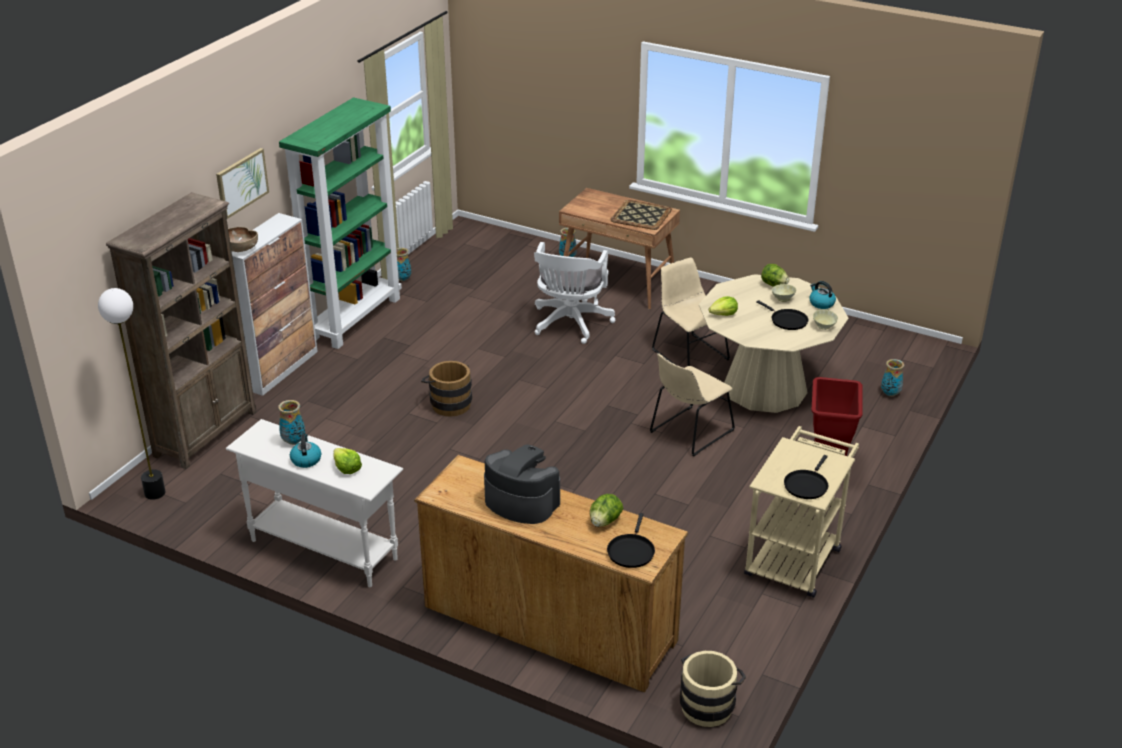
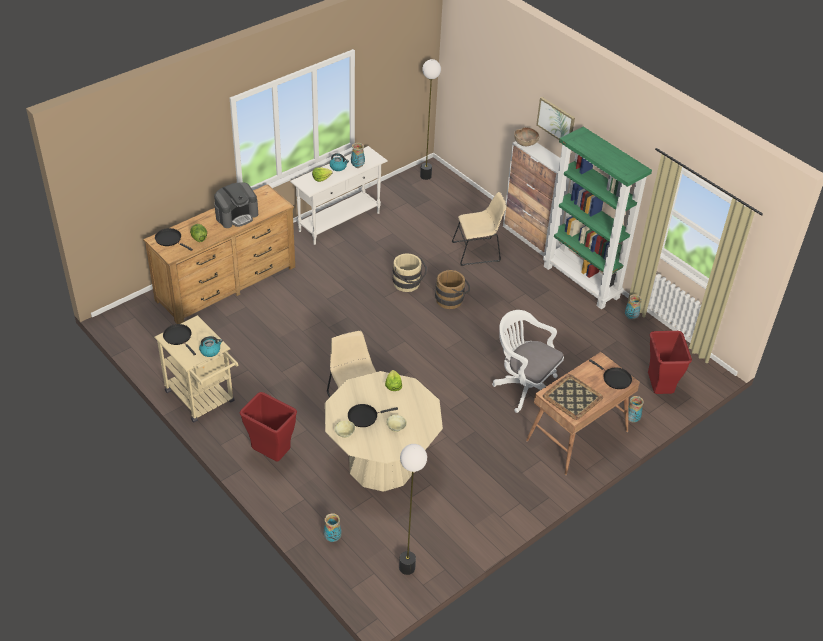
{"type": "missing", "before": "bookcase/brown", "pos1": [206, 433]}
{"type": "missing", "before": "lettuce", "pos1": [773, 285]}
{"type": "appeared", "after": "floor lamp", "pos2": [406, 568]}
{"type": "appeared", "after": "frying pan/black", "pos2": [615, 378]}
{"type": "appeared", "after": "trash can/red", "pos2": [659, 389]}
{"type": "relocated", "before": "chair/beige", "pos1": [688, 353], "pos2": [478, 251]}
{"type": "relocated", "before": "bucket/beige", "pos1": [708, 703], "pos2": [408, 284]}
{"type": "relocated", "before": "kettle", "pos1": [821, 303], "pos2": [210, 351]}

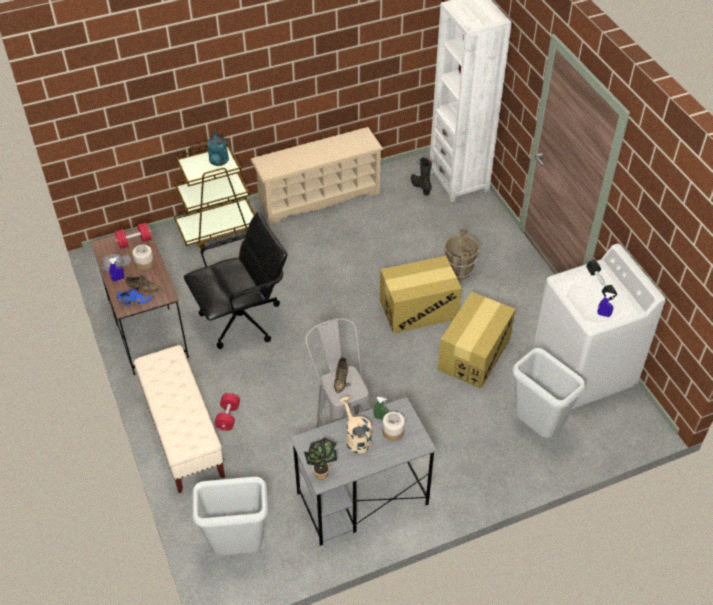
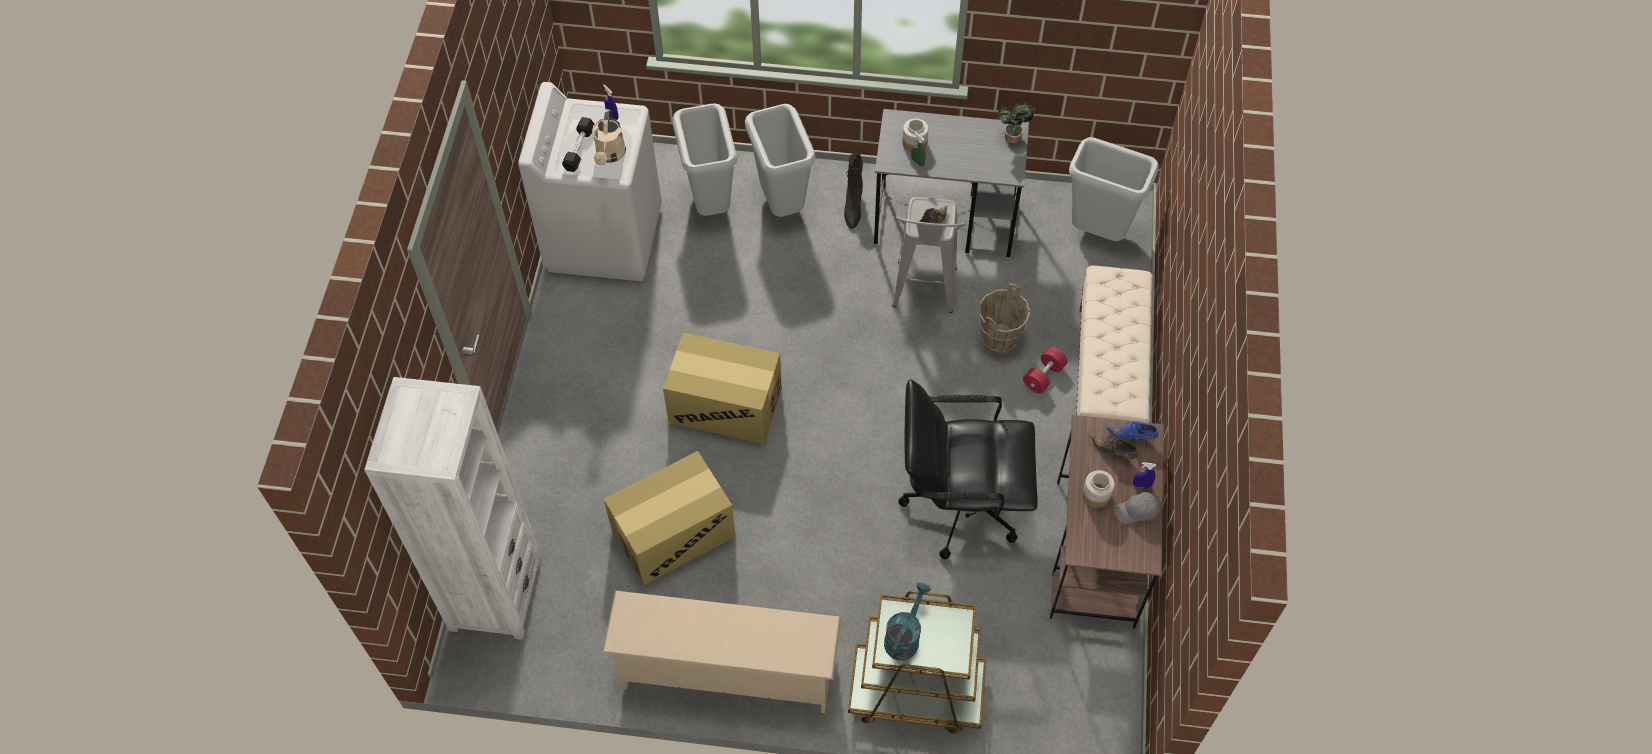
{"type": "missing", "before": "dumbbell/red", "pos1": [134, 242]}
{"type": "appeared", "after": "trash can/grey", "pos2": [783, 205]}
{"type": "relocated", "before": "watering can/beige", "pos1": [356, 438], "pos2": [610, 155]}
{"type": "relocated", "before": "boot/black", "pos1": [420, 187], "pos2": [853, 208]}
{"type": "relocated", "before": "cardboard box", "pos1": [474, 354], "pos2": [674, 533]}
{"type": "relocated", "before": "bucket/brown", "pos1": [458, 271], "pos2": [999, 339]}

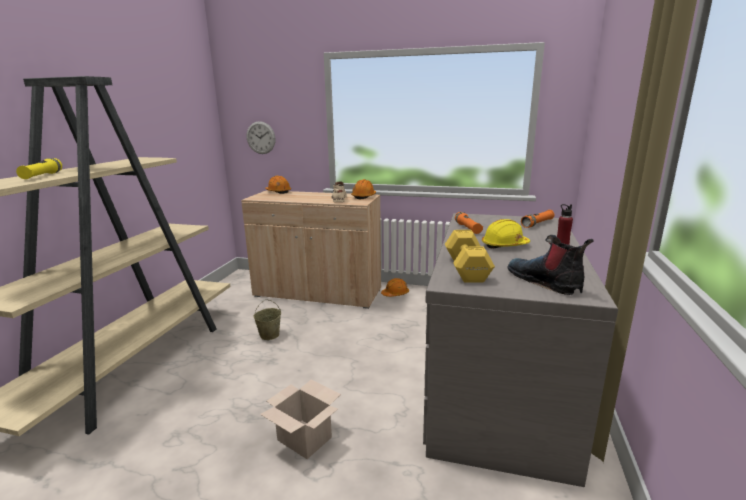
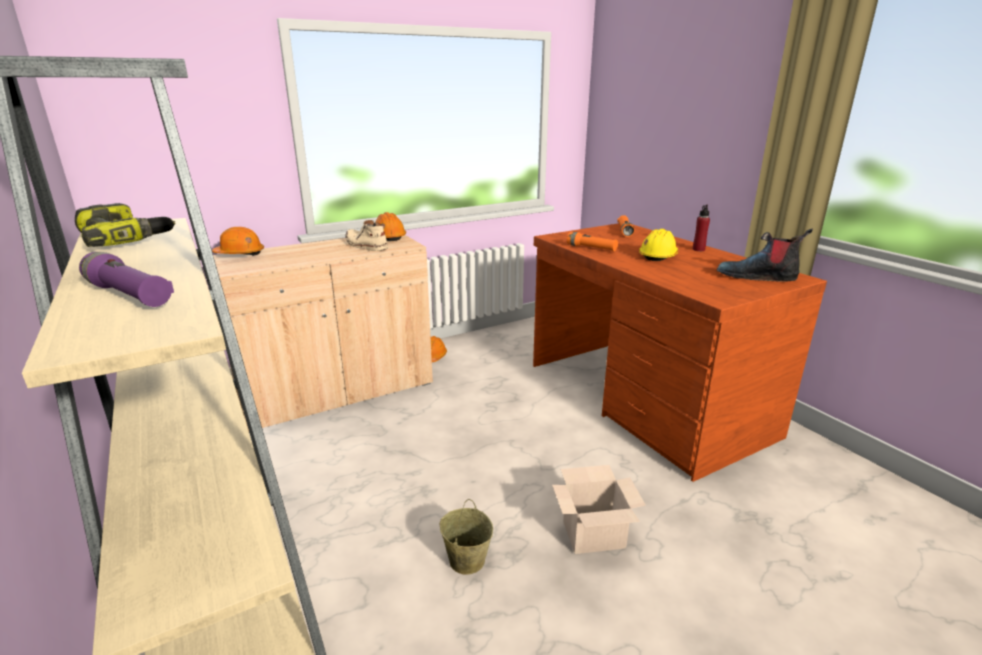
{"type": "missing", "before": "wall clock", "pos1": [260, 137]}
{"type": "missing", "before": "dumbbell/yellow", "pos1": [466, 270]}
{"type": "appeared", "after": "power drill", "pos2": [126, 239]}
{"type": "relocated", "before": "bucket/beige", "pos1": [269, 335], "pos2": [466, 560]}
{"type": "colour", "before": "flashlight/yellow", "after": "flashlight/purple", "pos1": [42, 176], "pos2": [129, 295]}
{"type": "colour", "before": "desk/grey", "after": "desk/brown", "pos1": [497, 384], "pos2": [644, 399]}

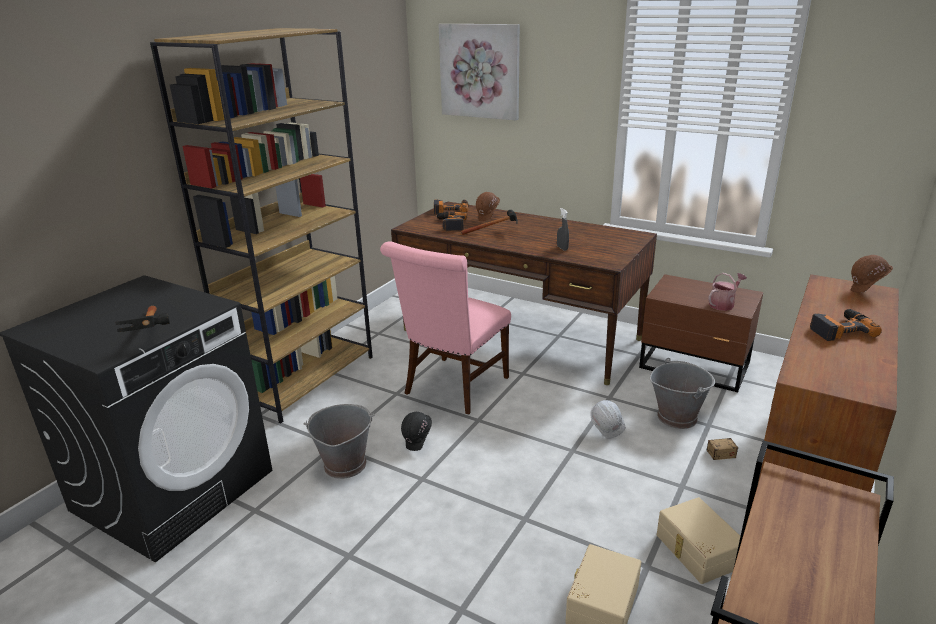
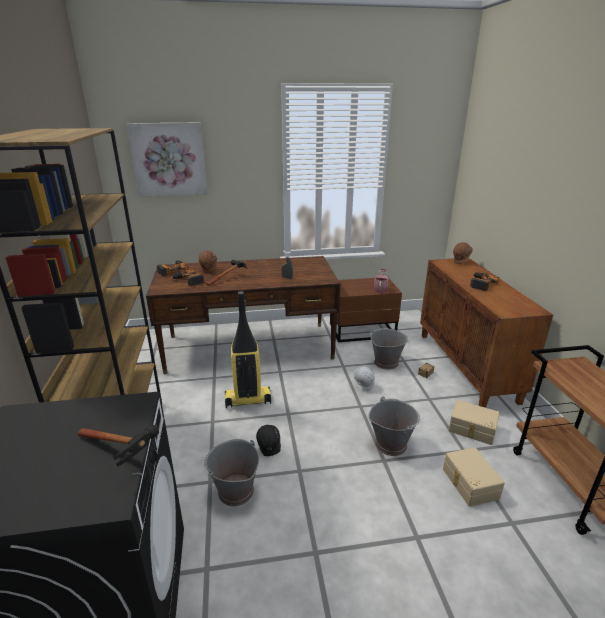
{"type": "appeared", "after": "bucket/grey", "pos2": [391, 444]}
{"type": "exchanged", "before": "chair/pink", "after": "vacuum cleaner", "pos1": [453, 388], "pos2": [247, 400]}

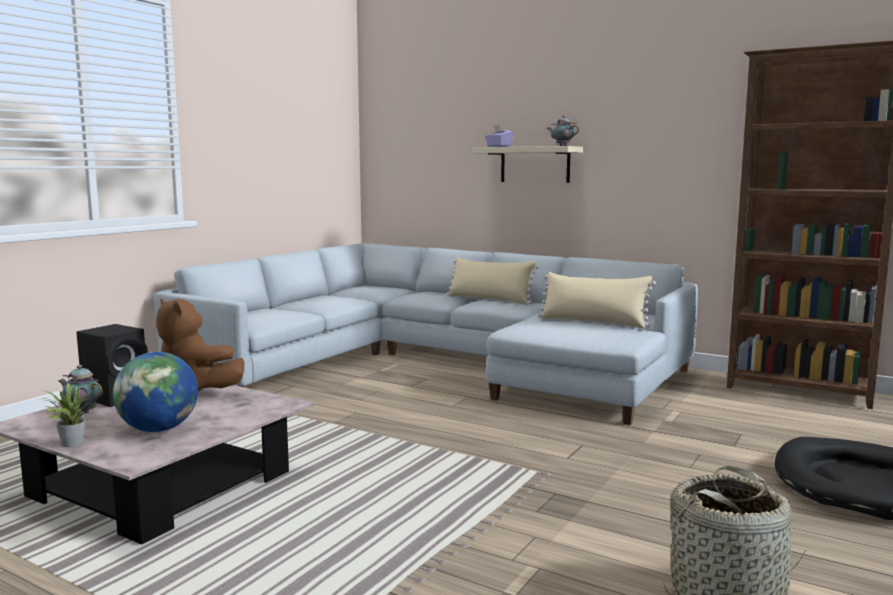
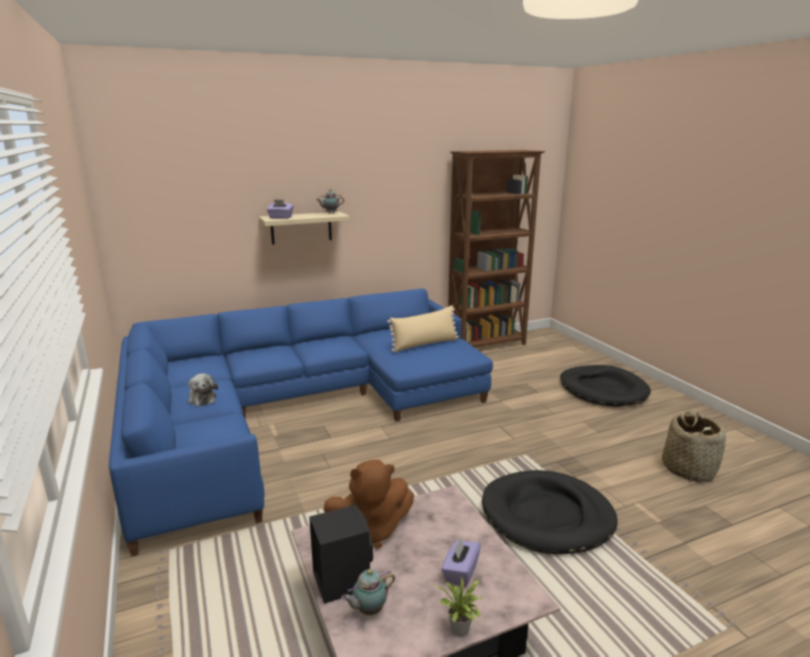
{"type": "missing", "before": "pillow/beige", "pos1": [490, 299]}
{"type": "appeared", "after": "plush toy", "pos2": [201, 398]}
{"type": "appeared", "after": "dog bed/black", "pos2": [547, 516]}
{"type": "exchanged", "before": "globe", "after": "tissue box/purple", "pos1": [159, 429], "pos2": [460, 572]}
{"type": "colour", "before": "sofa/grey", "after": "sofa/blue", "pos1": [438, 364], "pos2": [296, 410]}

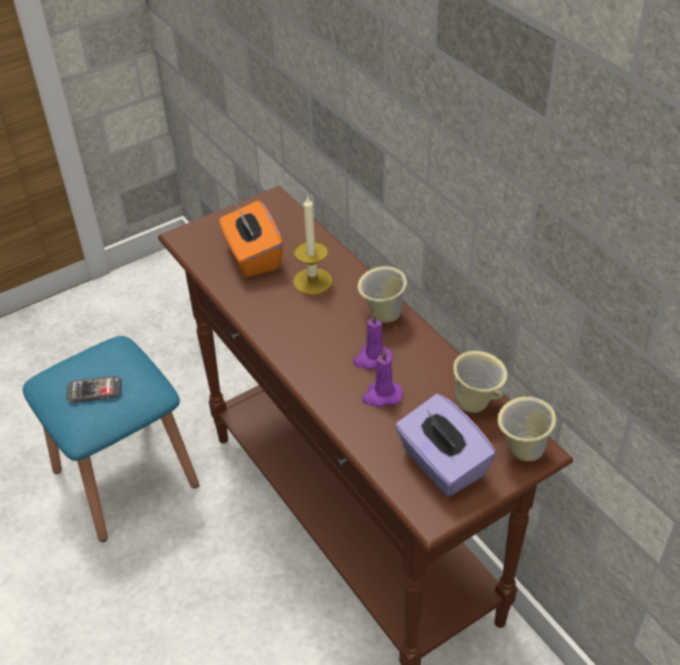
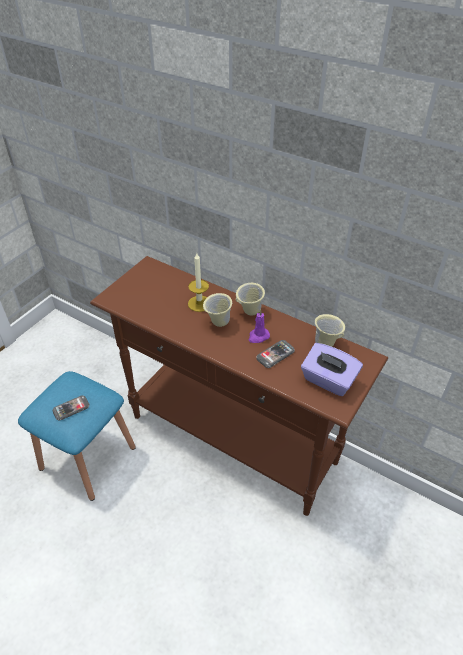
{"type": "missing", "before": "tissue box/orange", "pos1": [253, 257]}
{"type": "relocated", "before": "mug/beige", "pos1": [521, 452], "pos2": [218, 323]}
{"type": "exchanged", "before": "candle/purple", "after": "phone", "pos1": [381, 396], "pos2": [275, 354]}

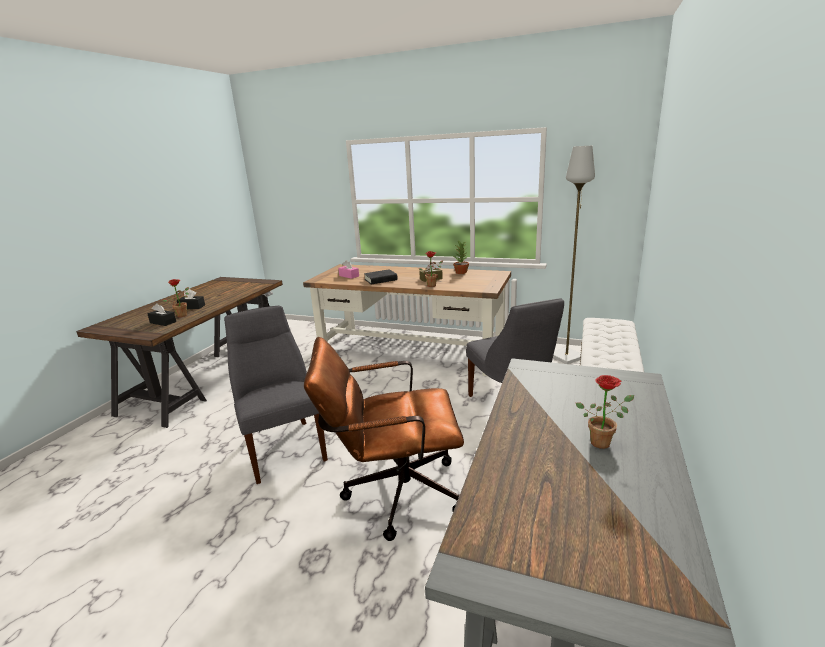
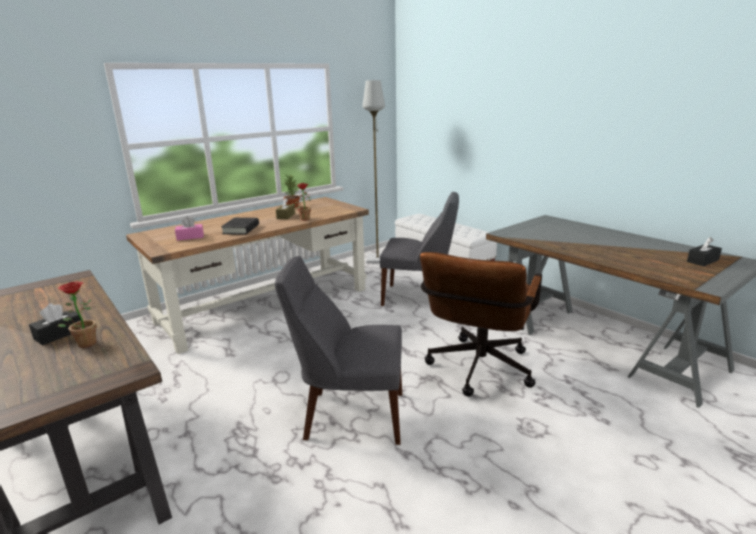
{"type": "missing", "before": "potted plant", "pos1": [603, 441]}
{"type": "relocated", "before": "tissue box/black", "pos1": [163, 322], "pos2": [702, 261]}

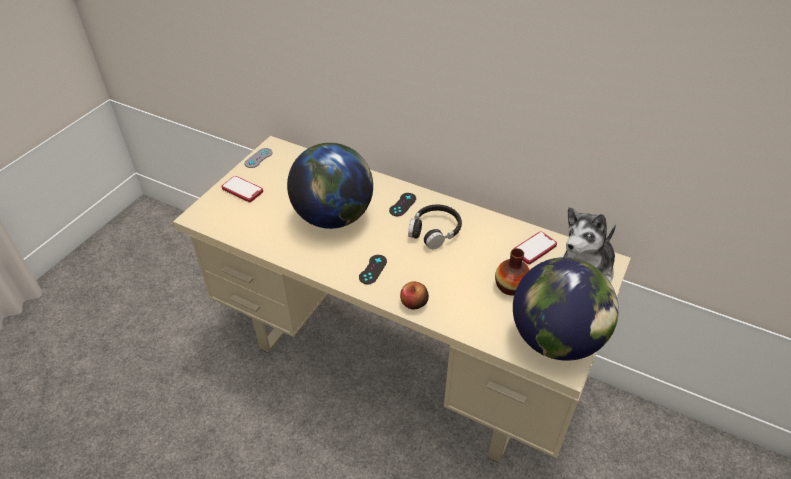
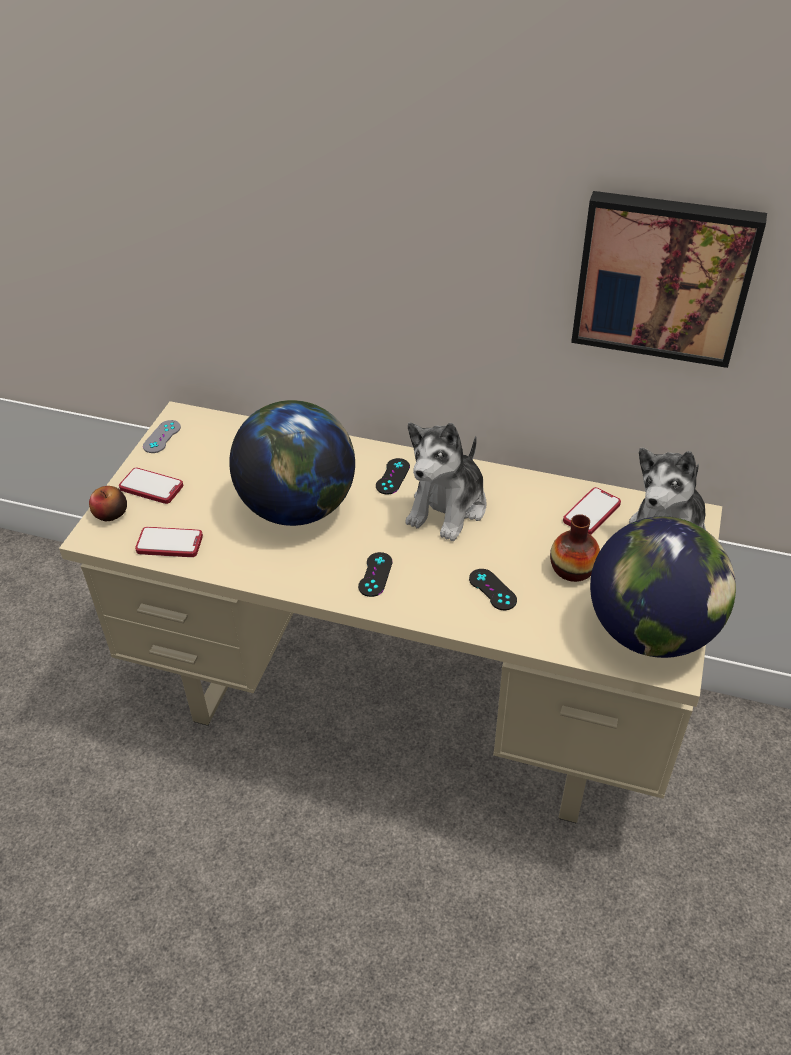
{"type": "appeared", "after": "phone", "pos2": [169, 543]}
{"type": "appeared", "after": "game controller/black", "pos2": [492, 589]}
{"type": "appeared", "after": "picture", "pos2": [663, 277]}
{"type": "relocated", "before": "apple", "pos1": [414, 302], "pos2": [110, 514]}
{"type": "exchanged", "before": "headphones/black", "after": "plush toy", "pos1": [435, 231], "pos2": [448, 507]}

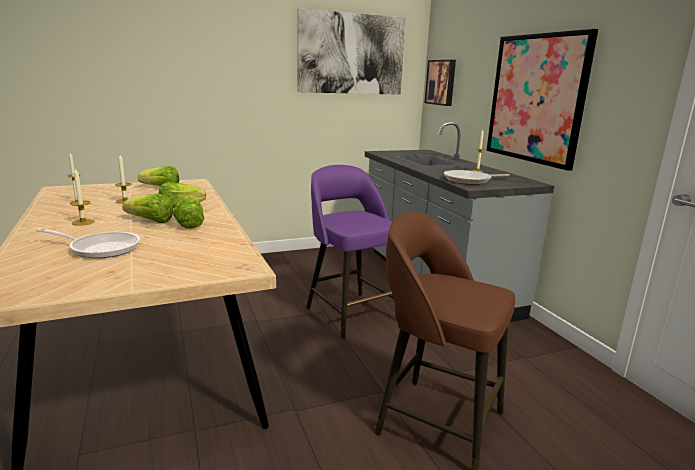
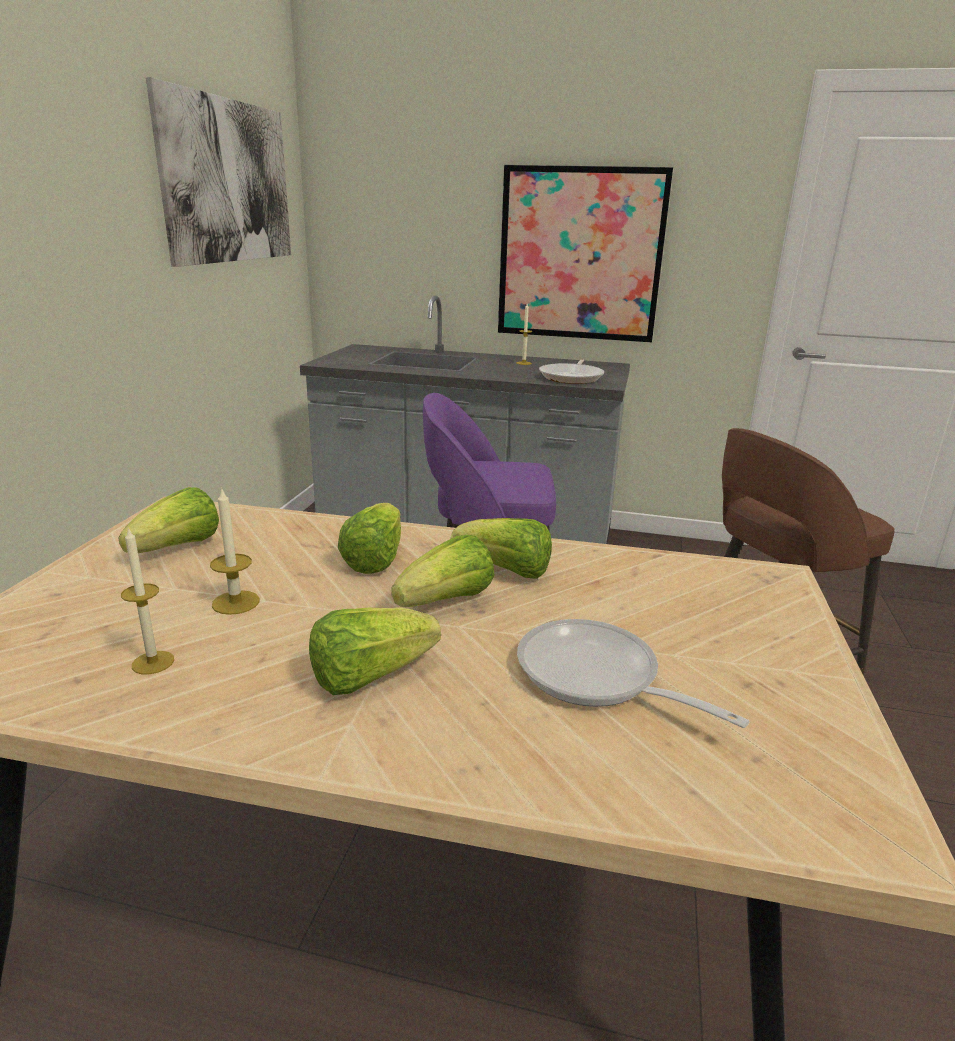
{"type": "missing", "before": "picture", "pos1": [441, 82]}
{"type": "exchanged", "before": "candle", "after": "lettuce", "pos1": [83, 222], "pos2": [369, 675]}
{"type": "spun", "before": "frying pan", "pos1": [100, 248], "pos2": [597, 678], "turn": -90}

